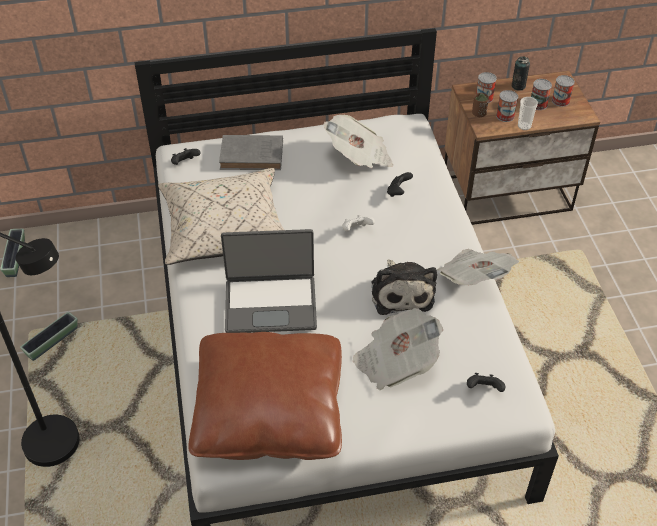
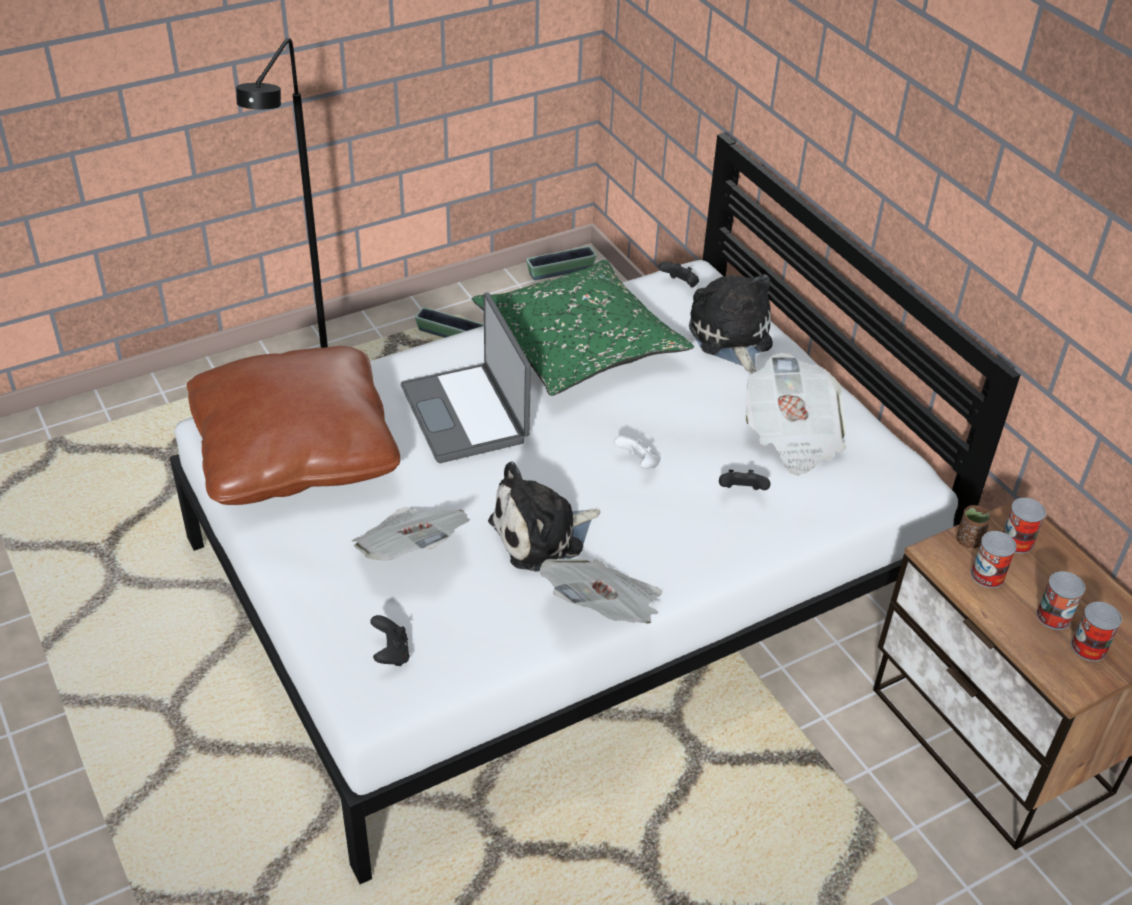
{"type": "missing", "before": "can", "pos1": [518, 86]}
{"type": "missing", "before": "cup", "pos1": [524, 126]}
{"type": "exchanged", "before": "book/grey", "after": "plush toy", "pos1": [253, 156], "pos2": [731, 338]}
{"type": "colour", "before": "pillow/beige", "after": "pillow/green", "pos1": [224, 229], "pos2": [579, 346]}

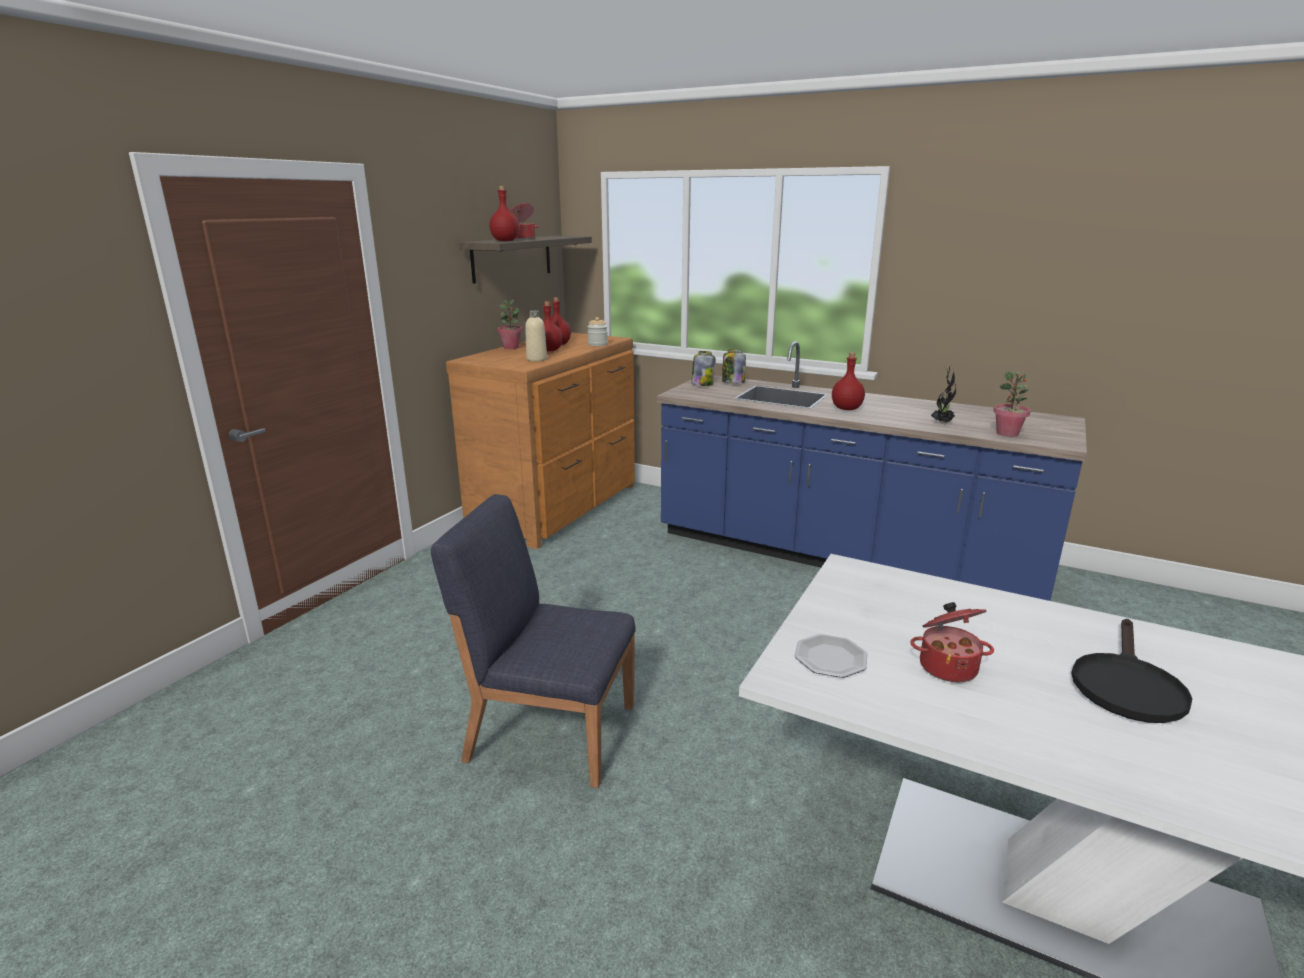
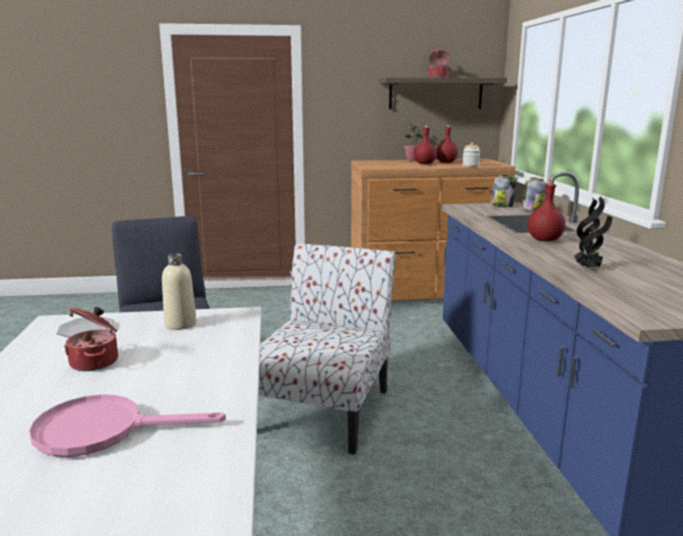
{"type": "missing", "before": "bottle/red", "pos1": [506, 241]}
{"type": "missing", "before": "potted plant", "pos1": [1007, 434]}
{"type": "appeared", "after": "chair", "pos2": [324, 408]}
{"type": "relocated", "before": "bottle/beige", "pos1": [536, 359], "pos2": [180, 324]}
{"type": "colour", "before": "frying pan/black", "after": "frying pan/pink", "pos1": [1126, 684], "pos2": [104, 430]}

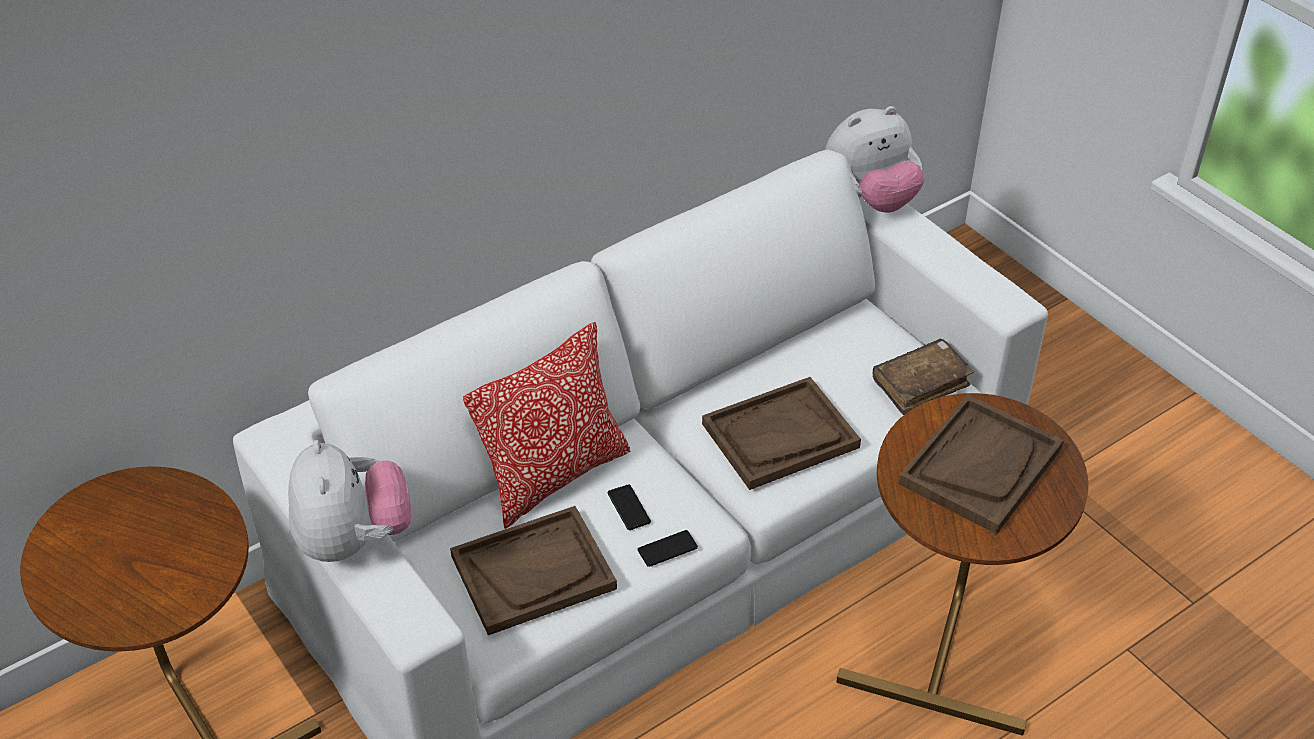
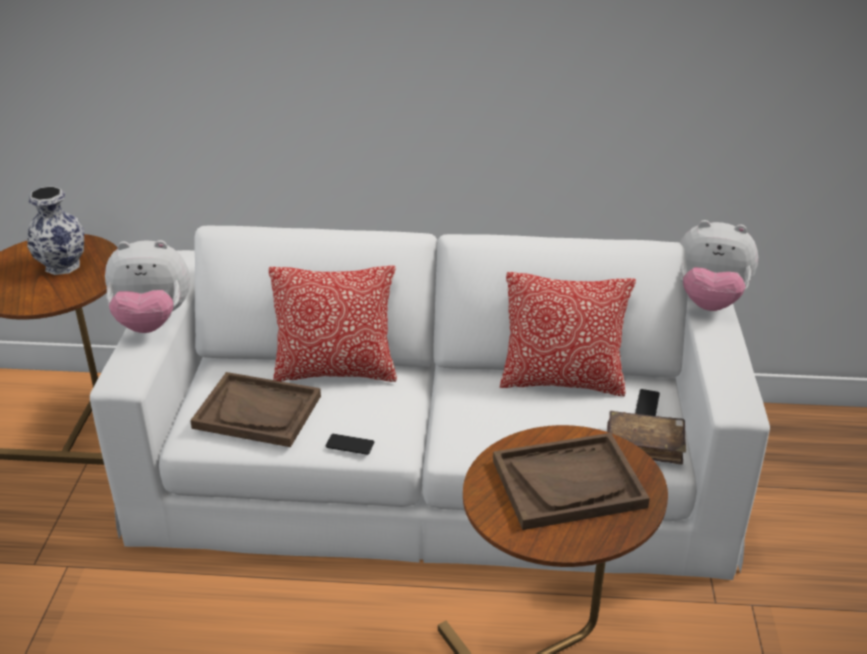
{"type": "missing", "before": "tray/brown", "pos1": [780, 436]}
{"type": "appeared", "after": "vase", "pos2": [63, 265]}
{"type": "appeared", "after": "pillow", "pos2": [562, 381]}
{"type": "relocated", "before": "phone", "pos1": [629, 508], "pos2": [647, 404]}
{"type": "spun", "before": "plush toy", "pos1": [353, 540], "pos2": [152, 322], "turn": 60}

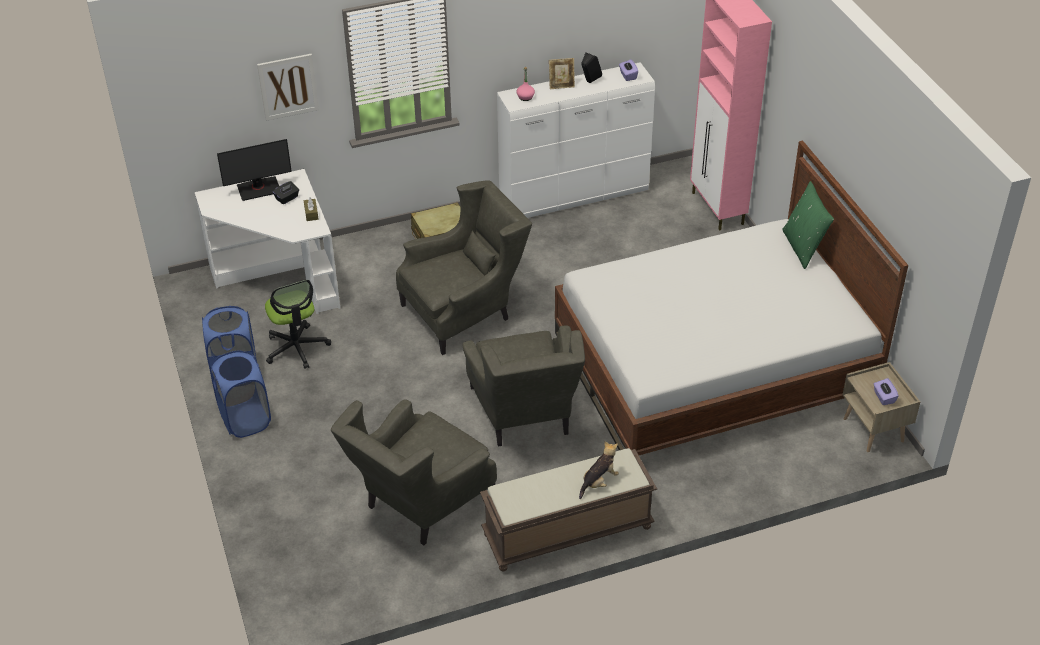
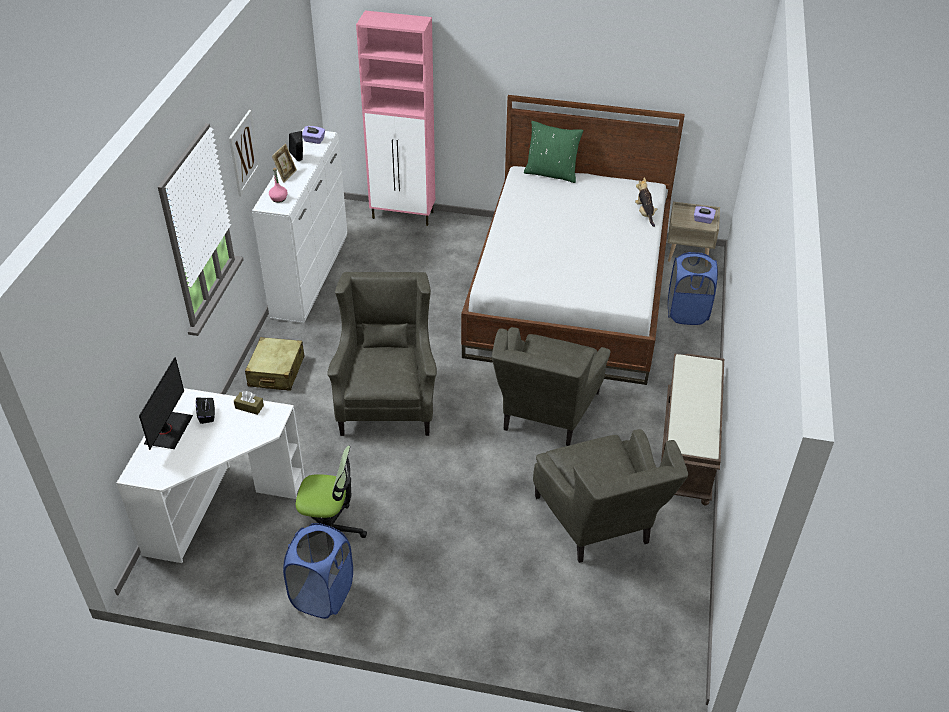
{"type": "relocated", "before": "laundry basket/blue", "pos1": [245, 419], "pos2": [687, 313]}
{"type": "relocated", "before": "picture", "pos1": [288, 86], "pos2": [243, 153]}
{"type": "relocated", "before": "plush toy", "pos1": [599, 482], "pos2": [645, 214]}
{"type": "spun", "before": "armchair/grey", "pos1": [525, 417], "pos2": [544, 416], "turn": 90}

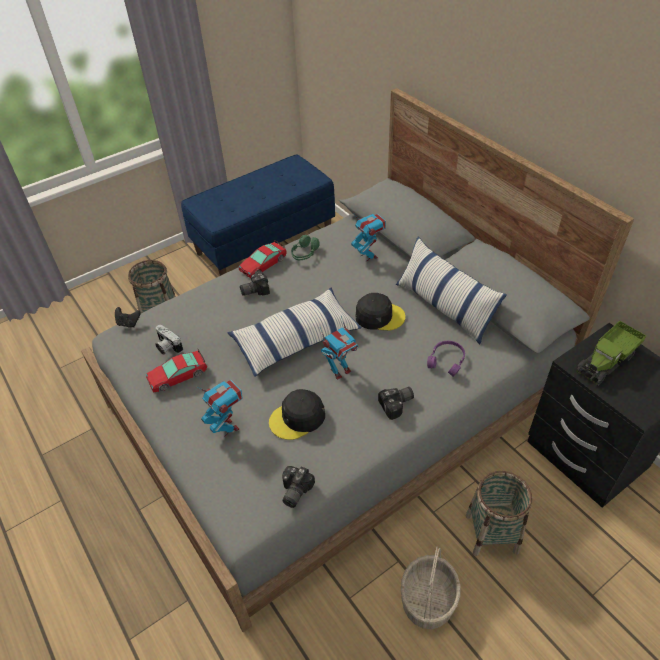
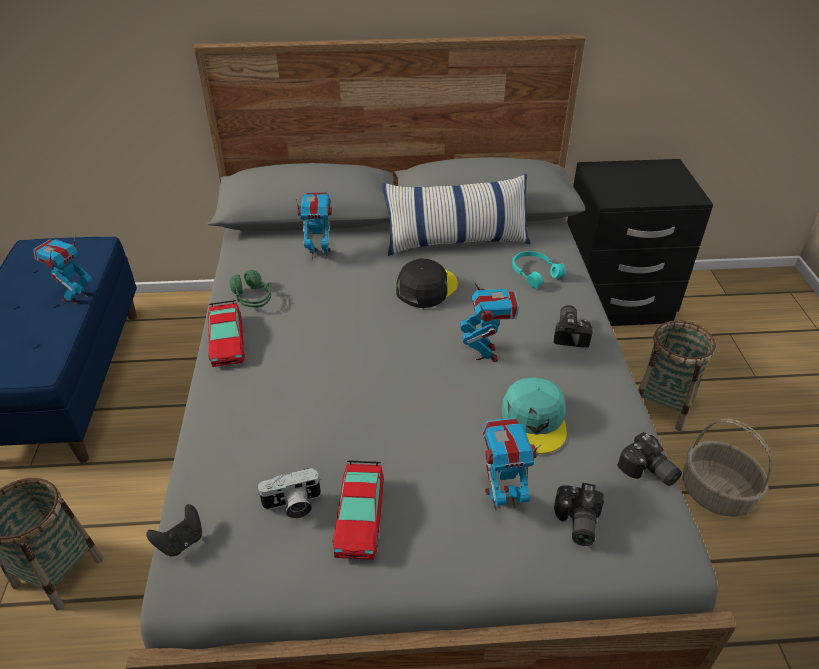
{"type": "missing", "before": "pillow", "pos1": [296, 340]}
{"type": "missing", "before": "toy truck", "pos1": [607, 361]}
{"type": "appeared", "after": "toy robot", "pos2": [75, 297]}
{"type": "relocated", "before": "photo camera", "pos1": [254, 290], "pos2": [576, 523]}
{"type": "colour", "before": "cap/black", "after": "cap/turquoise", "pos1": [298, 418], "pos2": [534, 421]}
{"type": "colour", "before": "headphones/purple", "after": "headphones/turquoise", "pos1": [447, 361], "pos2": [534, 273]}

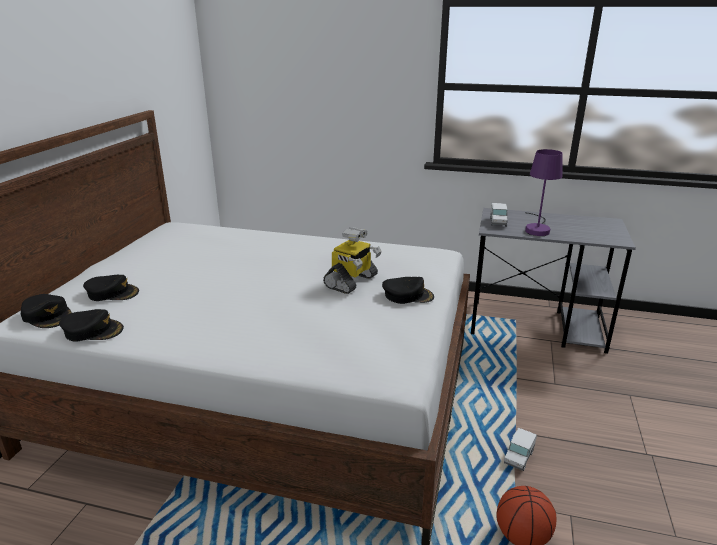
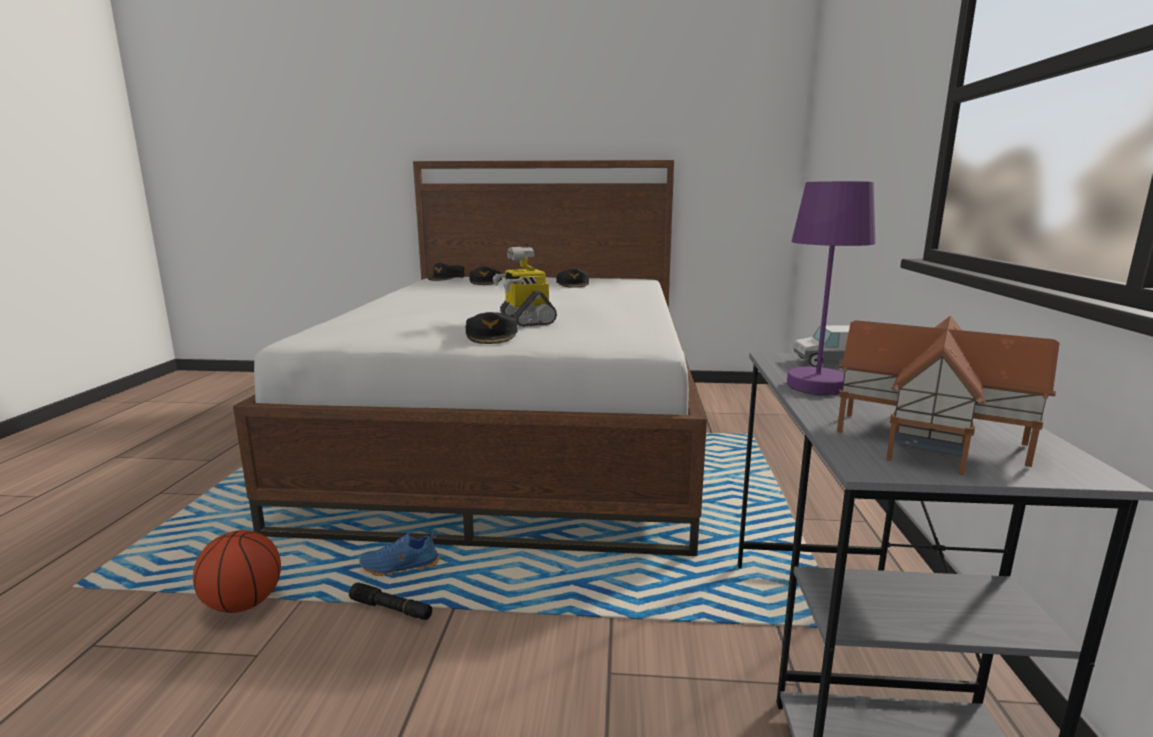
{"type": "appeared", "after": "shoe/blue", "pos2": [400, 568]}
{"type": "appeared", "after": "toy house", "pos2": [932, 439]}
{"type": "relocated", "before": "cap/black", "pos1": [93, 330], "pos2": [573, 284]}
{"type": "exchanged", "before": "toy truck", "after": "flashlight/black", "pos1": [518, 457], "pos2": [391, 609]}
{"type": "spun", "before": "toy robot", "pos1": [352, 282], "pos2": [525, 319], "turn": 45}

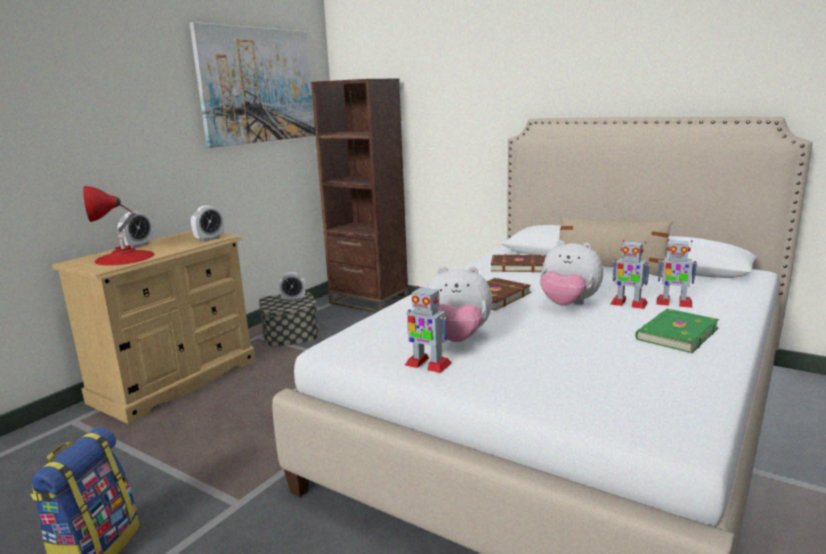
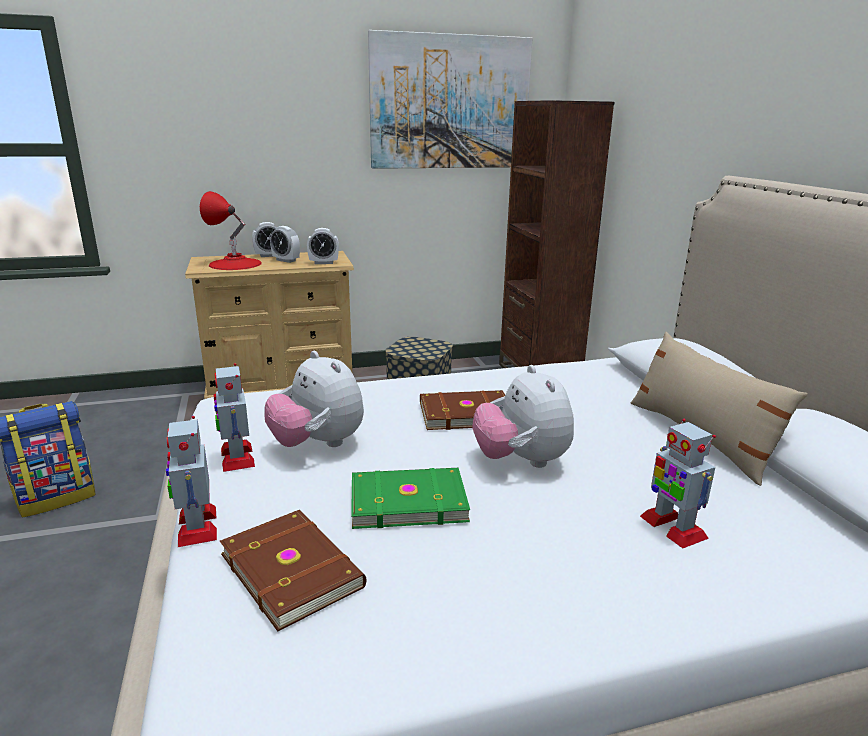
{"type": "relocated", "before": "alarm clock", "pos1": [293, 299], "pos2": [286, 260]}
{"type": "relocated", "before": "book/brown", "pos1": [518, 266], "pos2": [293, 569]}
{"type": "relocated", "before": "toy robot", "pos1": [628, 303], "pos2": [197, 526]}
{"type": "relocated", "before": "book/green", "pos1": [675, 333], "pos2": [407, 501]}

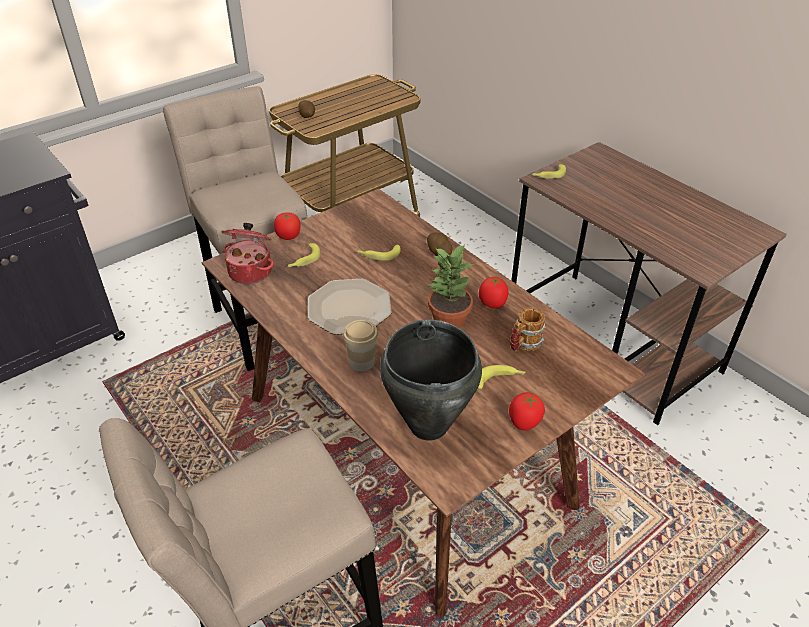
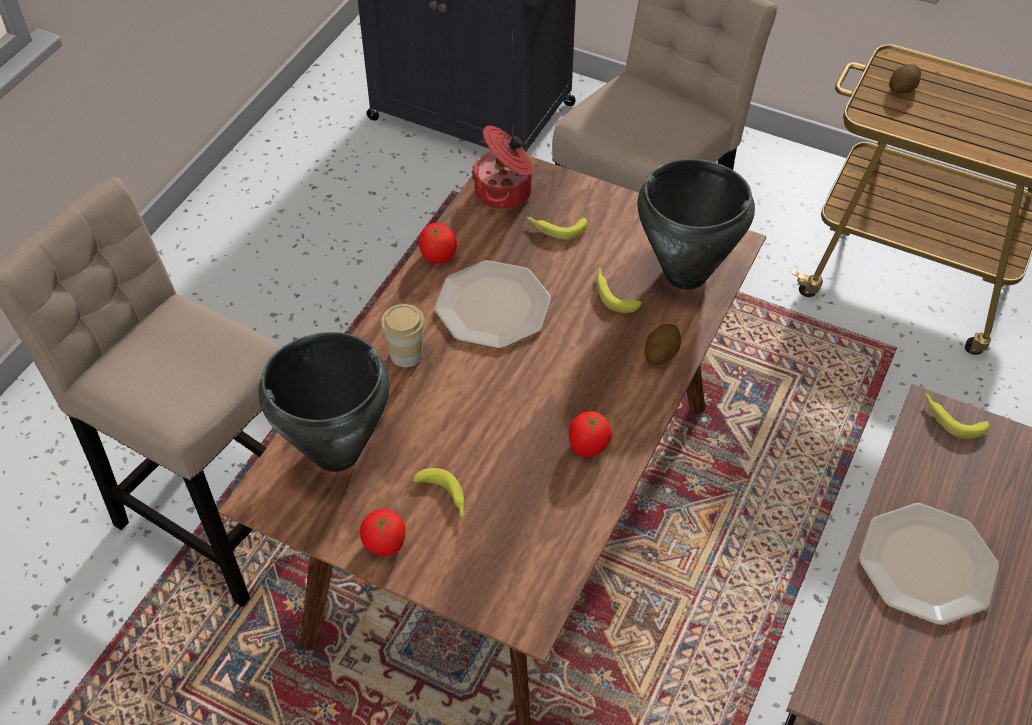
{"type": "missing", "before": "potted plant", "pos1": [448, 320]}
{"type": "missing", "before": "mug", "pos1": [523, 344]}
{"type": "appeared", "after": "cooking pot/black", "pos2": [686, 275]}
{"type": "appeared", "after": "plate", "pos2": [928, 565]}
{"type": "relocated", "before": "tomato", "pos1": [288, 236], "pos2": [438, 256]}

